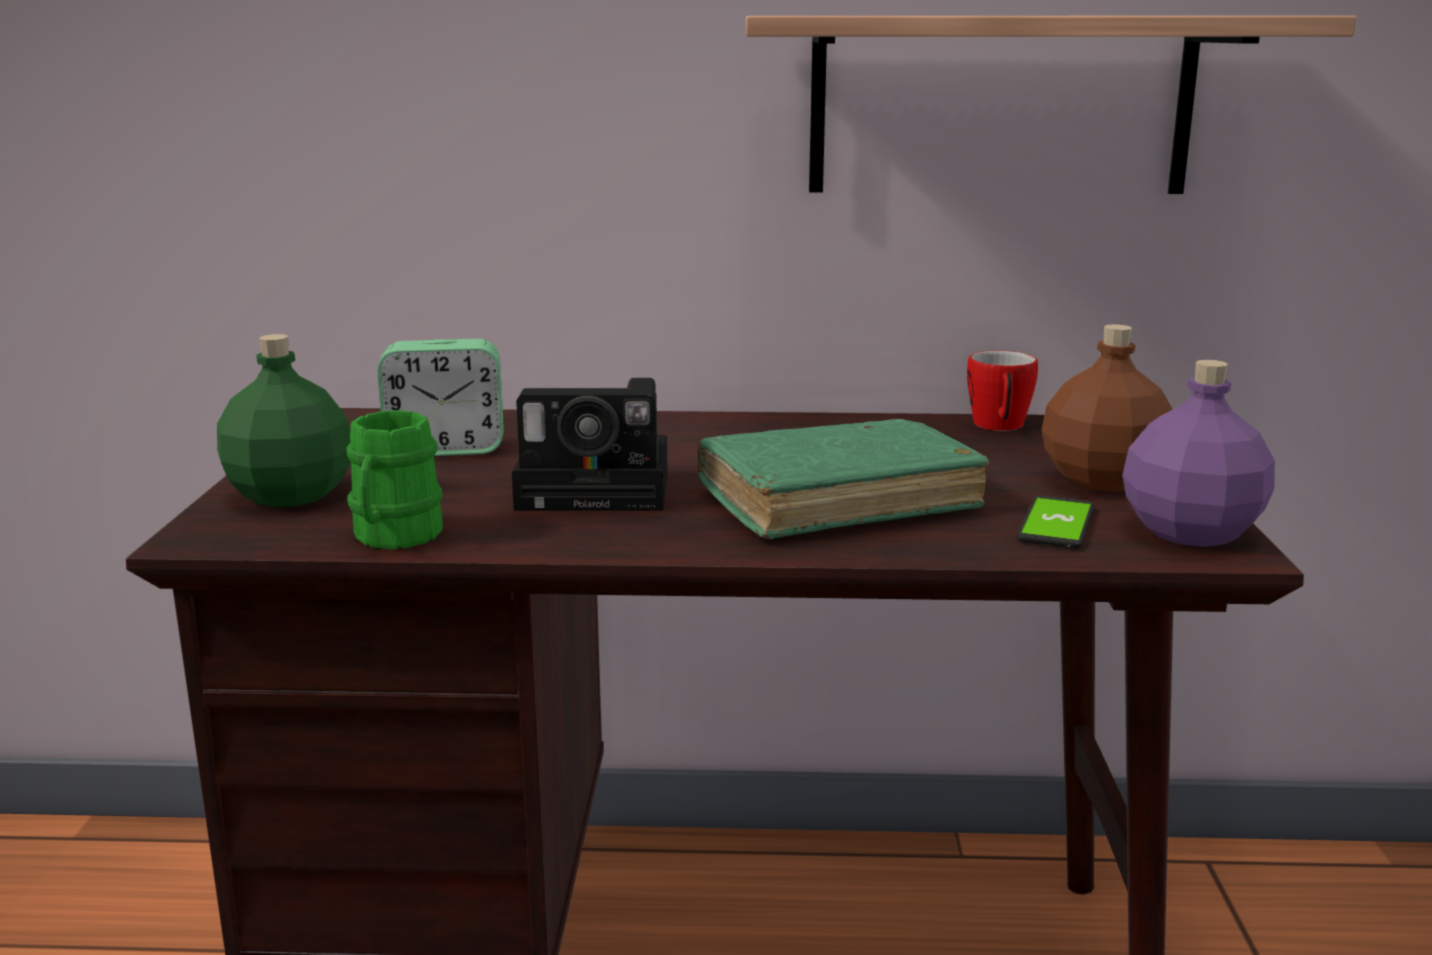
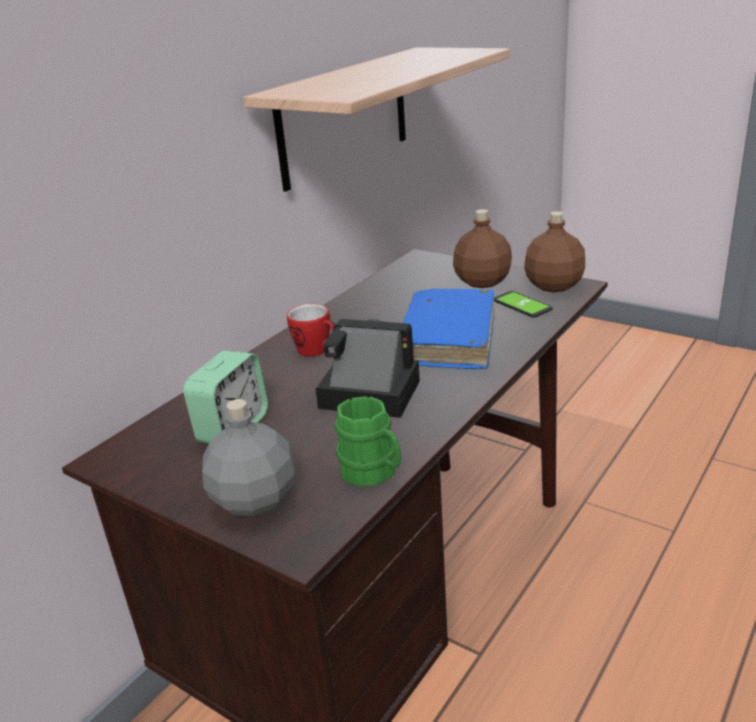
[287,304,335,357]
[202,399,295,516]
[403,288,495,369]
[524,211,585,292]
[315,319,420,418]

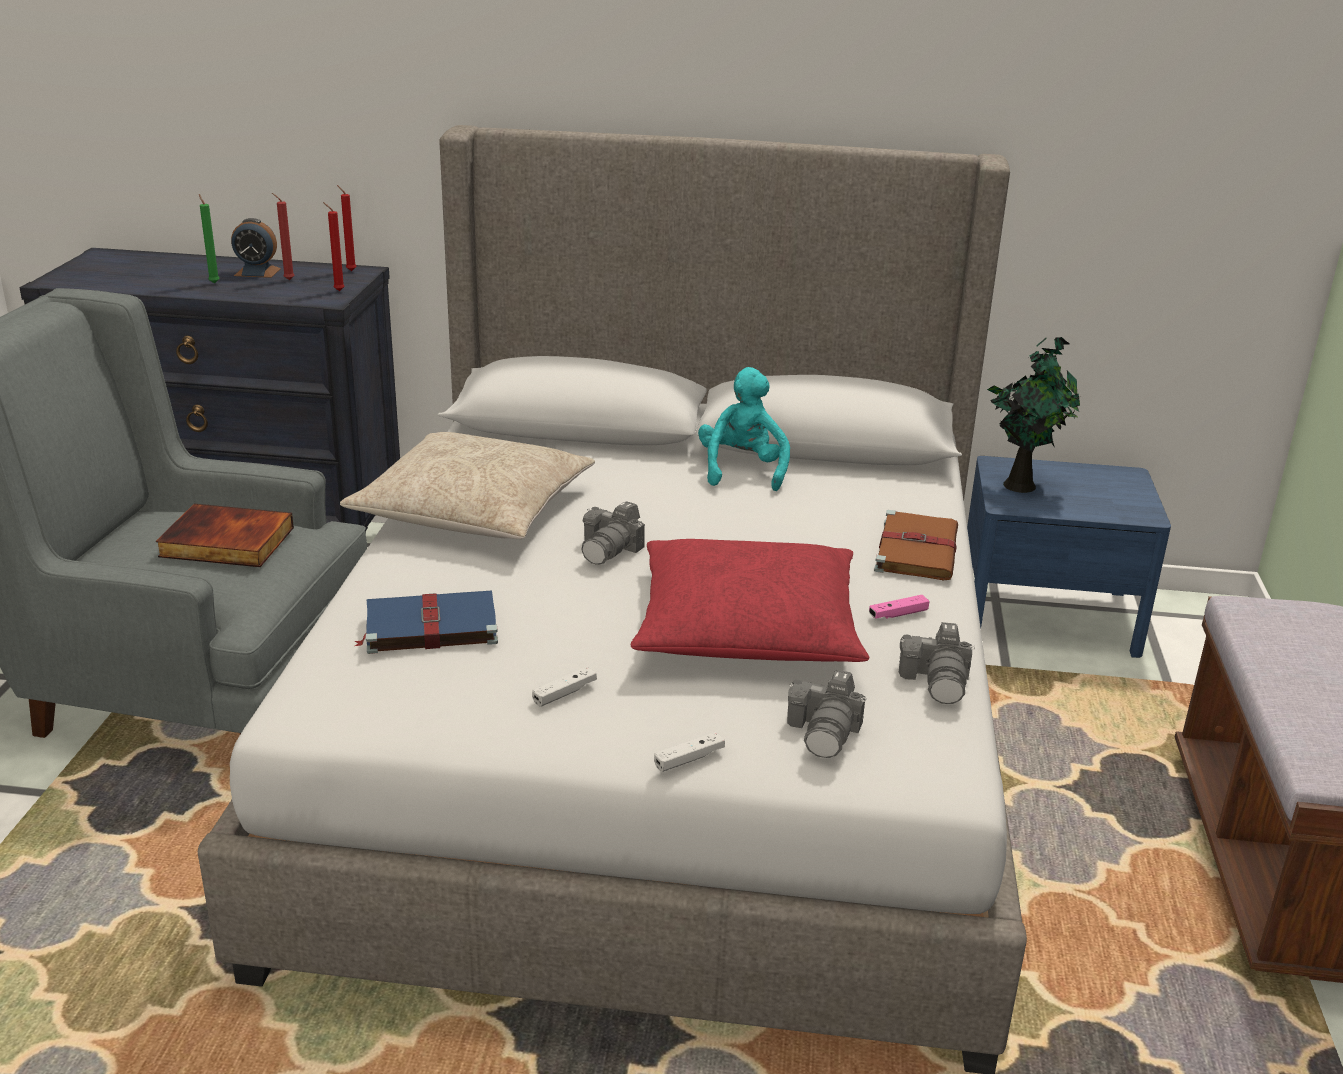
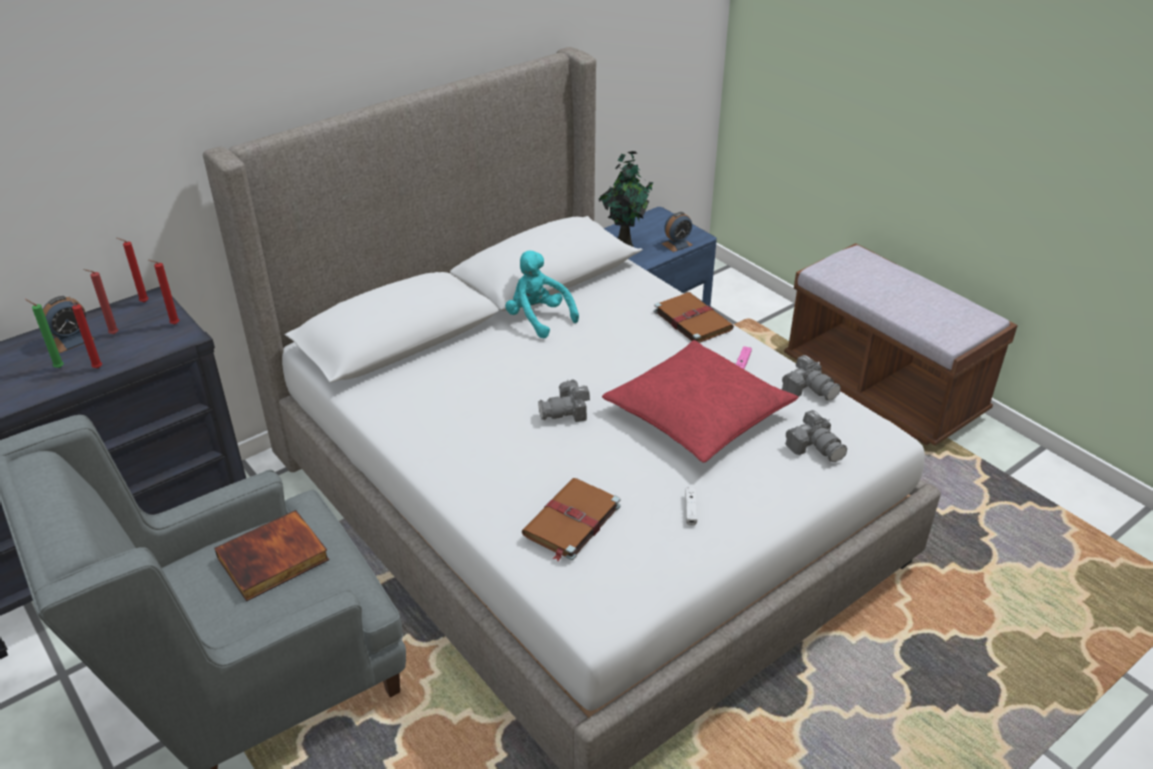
[340,432,595,539] (first image)
[654,732,725,772] (first image)
[69,297,102,368]
[661,212,692,252]
[522,478,621,561]
[538,379,590,422]

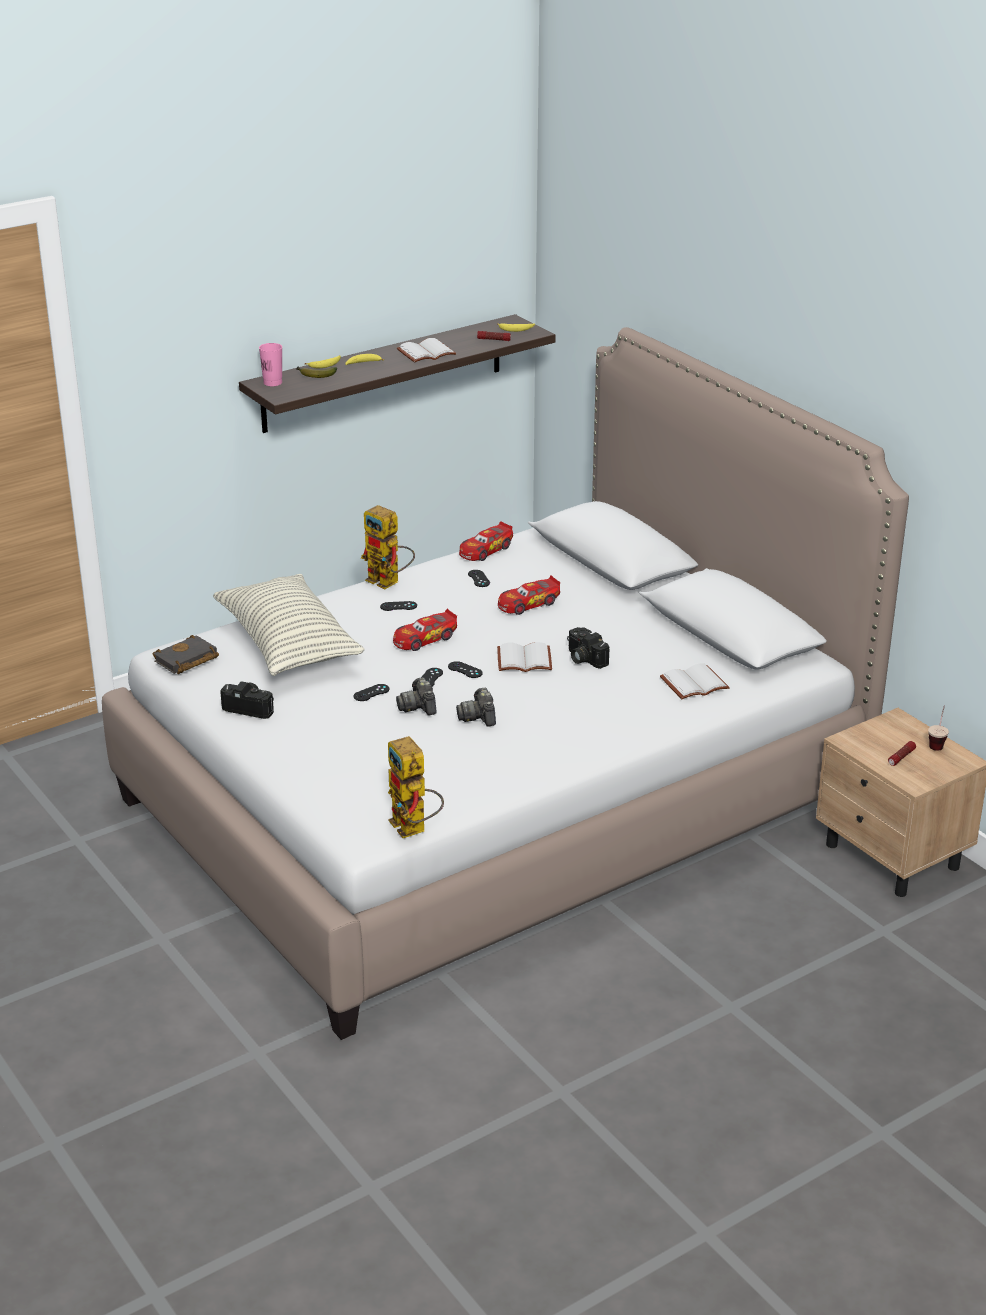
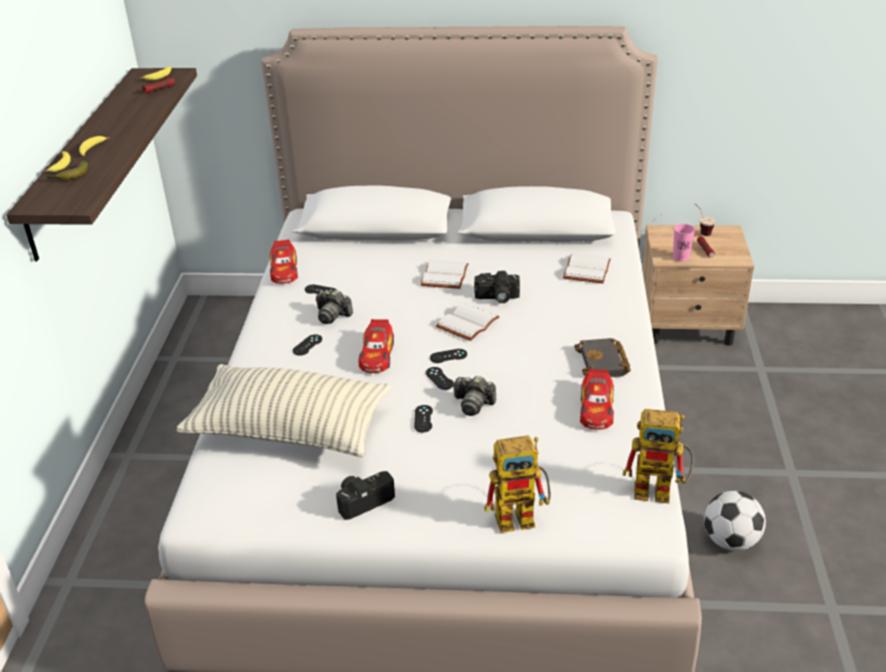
[704,491,766,551]
[574,338,631,377]
[673,224,695,262]
[484,436,551,533]
[420,260,469,289]
[316,290,353,324]
[580,369,614,430]

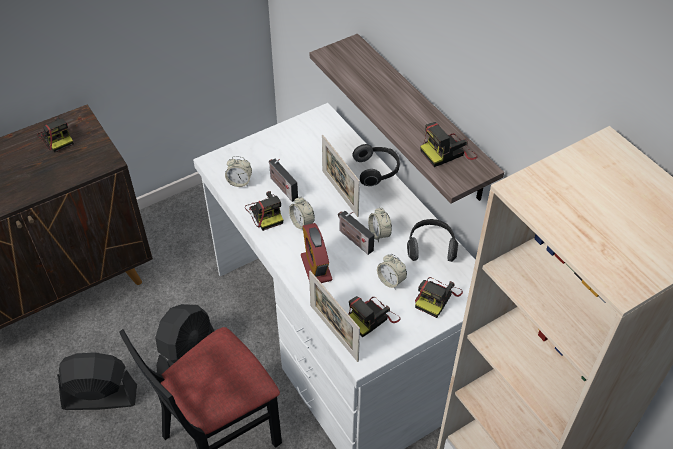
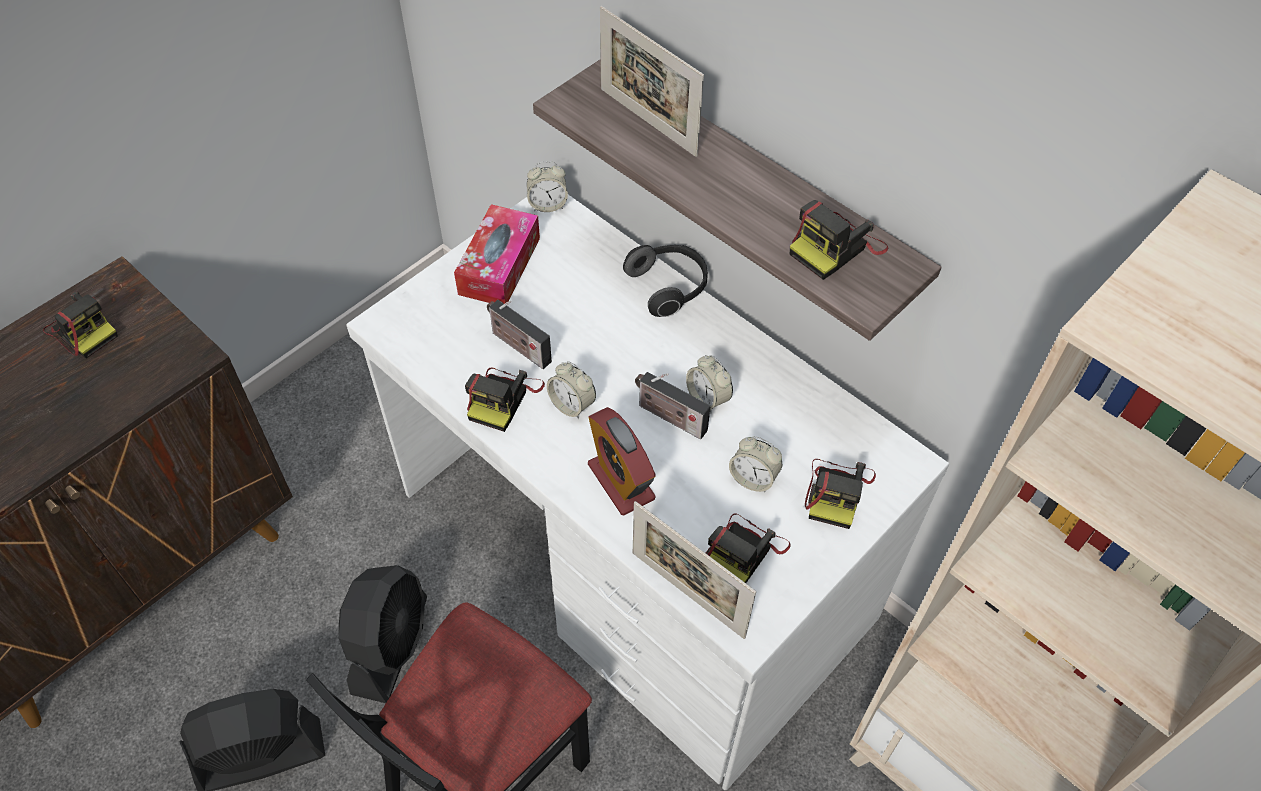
[407,219,458,262] (first image)
[454,204,540,304]
[527,161,568,212]
[600,6,704,157]
[465,368,545,432]

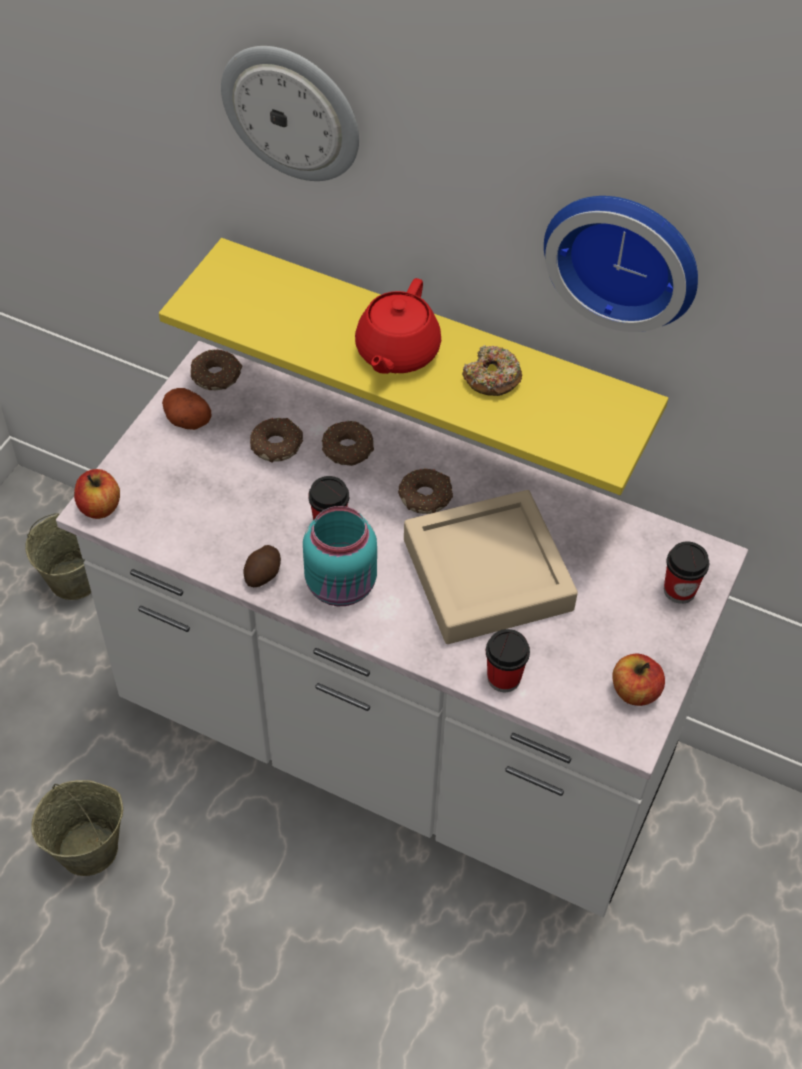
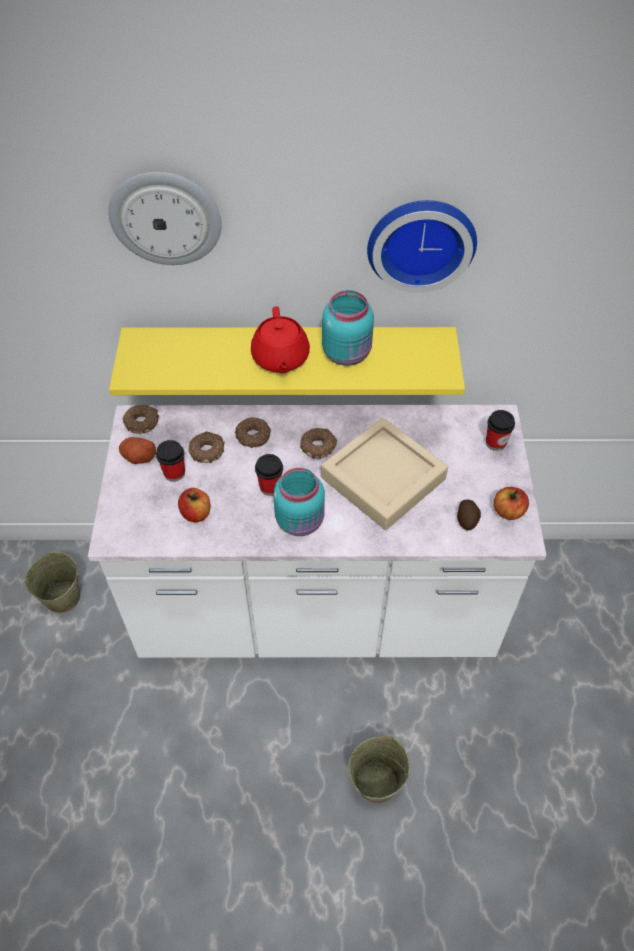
[349,736,410,803]
[178,488,211,522]
[457,499,481,531]
[156,440,185,482]
[322,290,374,366]

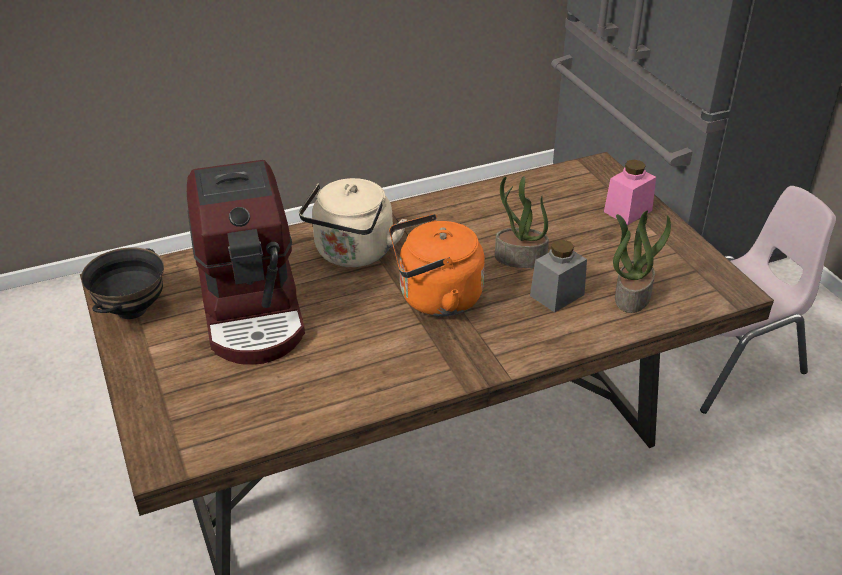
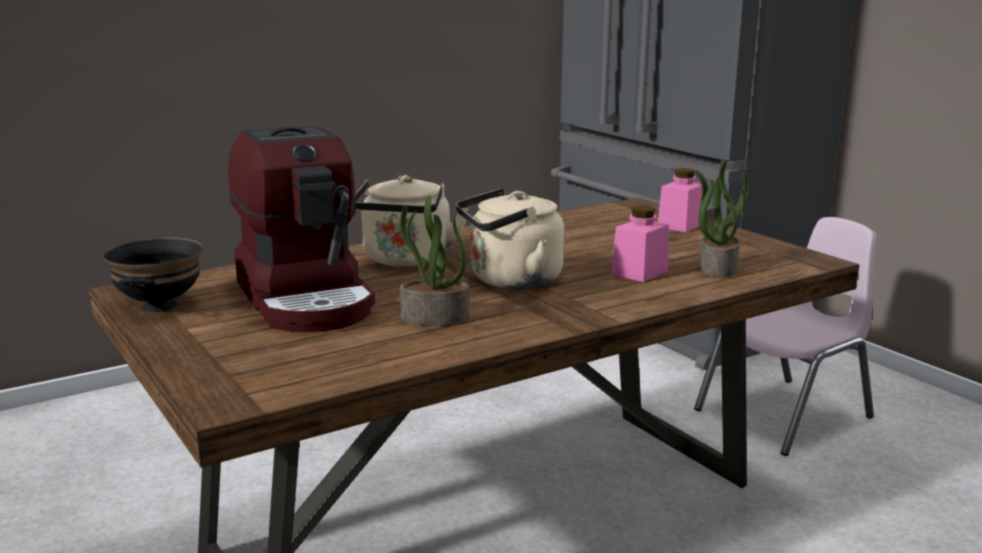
[400,195,470,326]
[456,188,564,289]
[611,205,669,282]

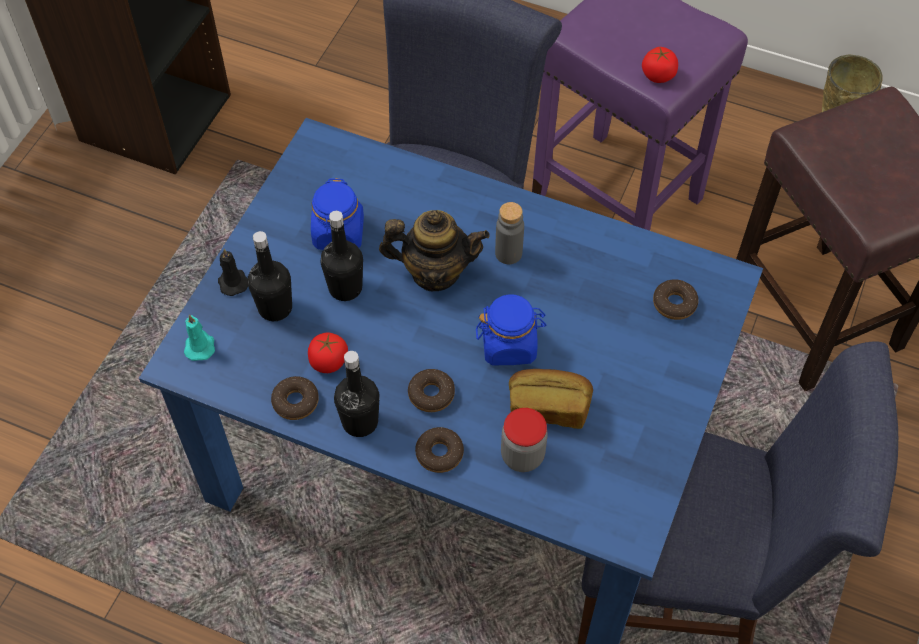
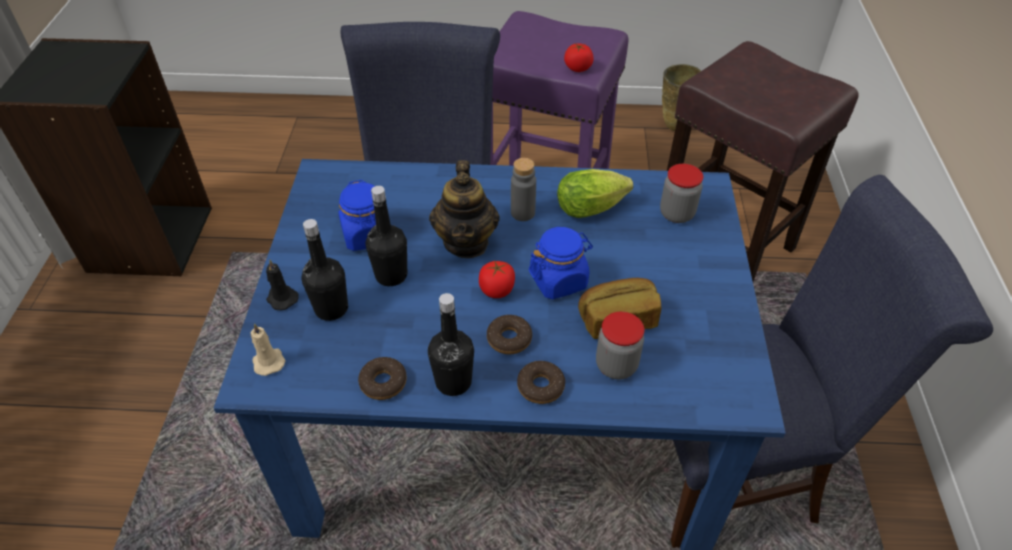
[557,169,633,218]
[479,260,515,298]
[660,164,703,223]
[251,323,286,376]
[429,160,500,258]

